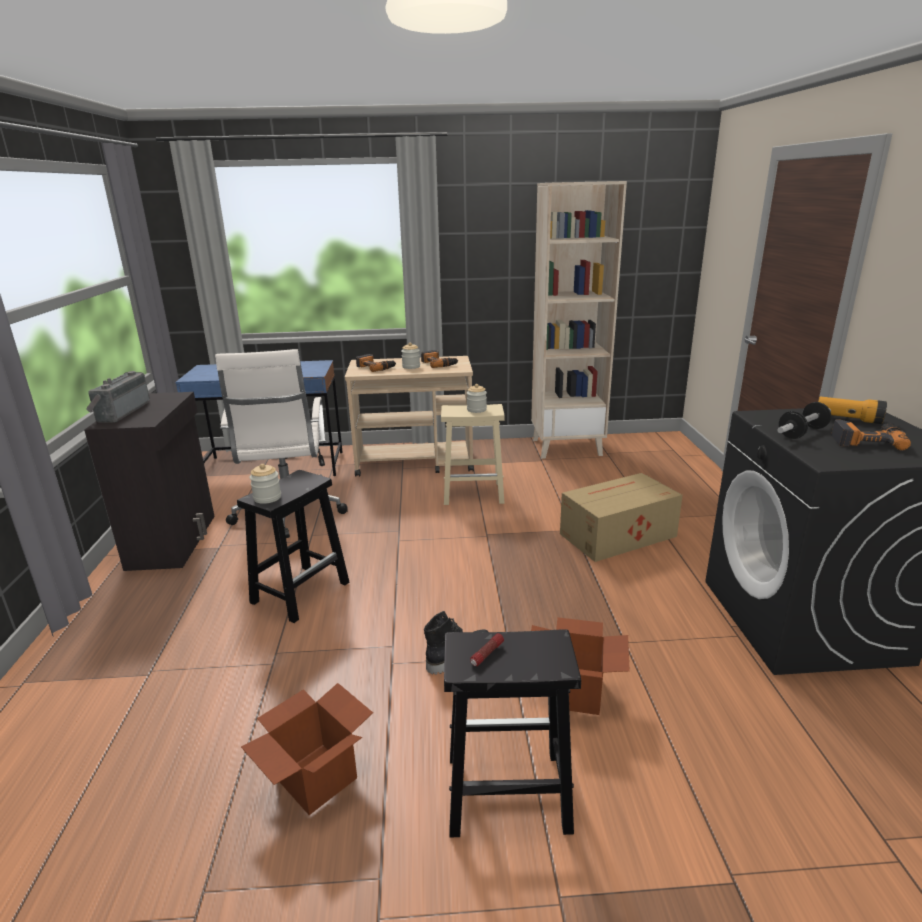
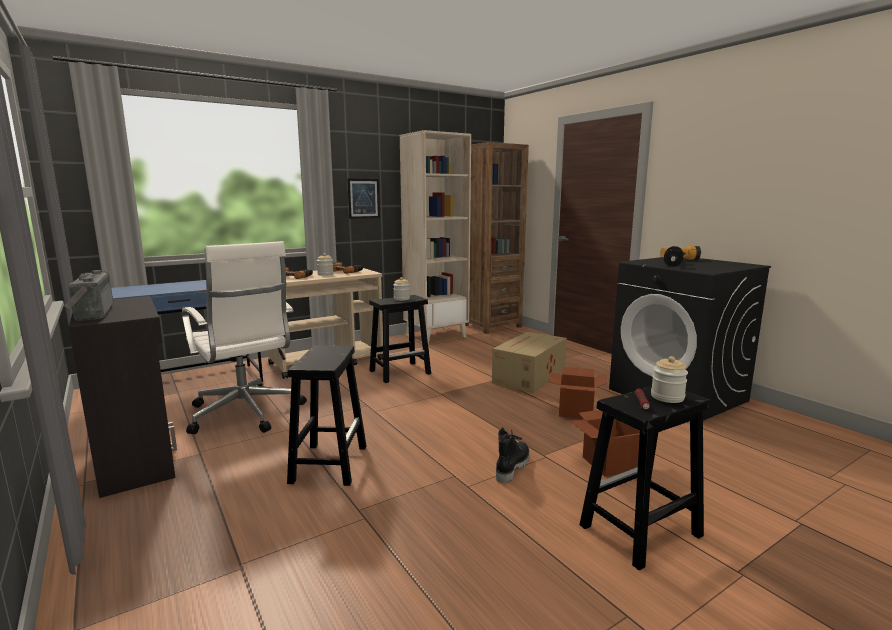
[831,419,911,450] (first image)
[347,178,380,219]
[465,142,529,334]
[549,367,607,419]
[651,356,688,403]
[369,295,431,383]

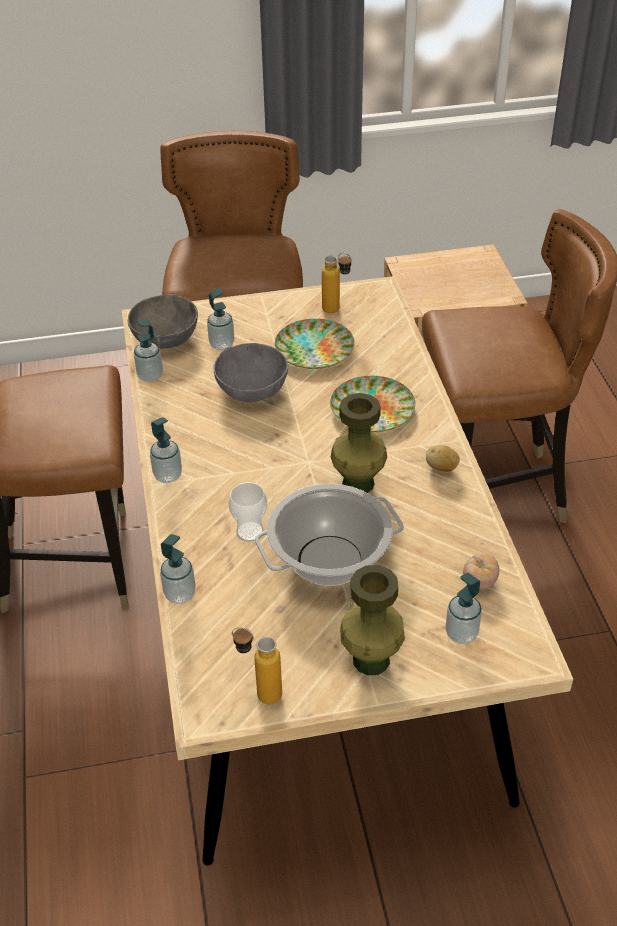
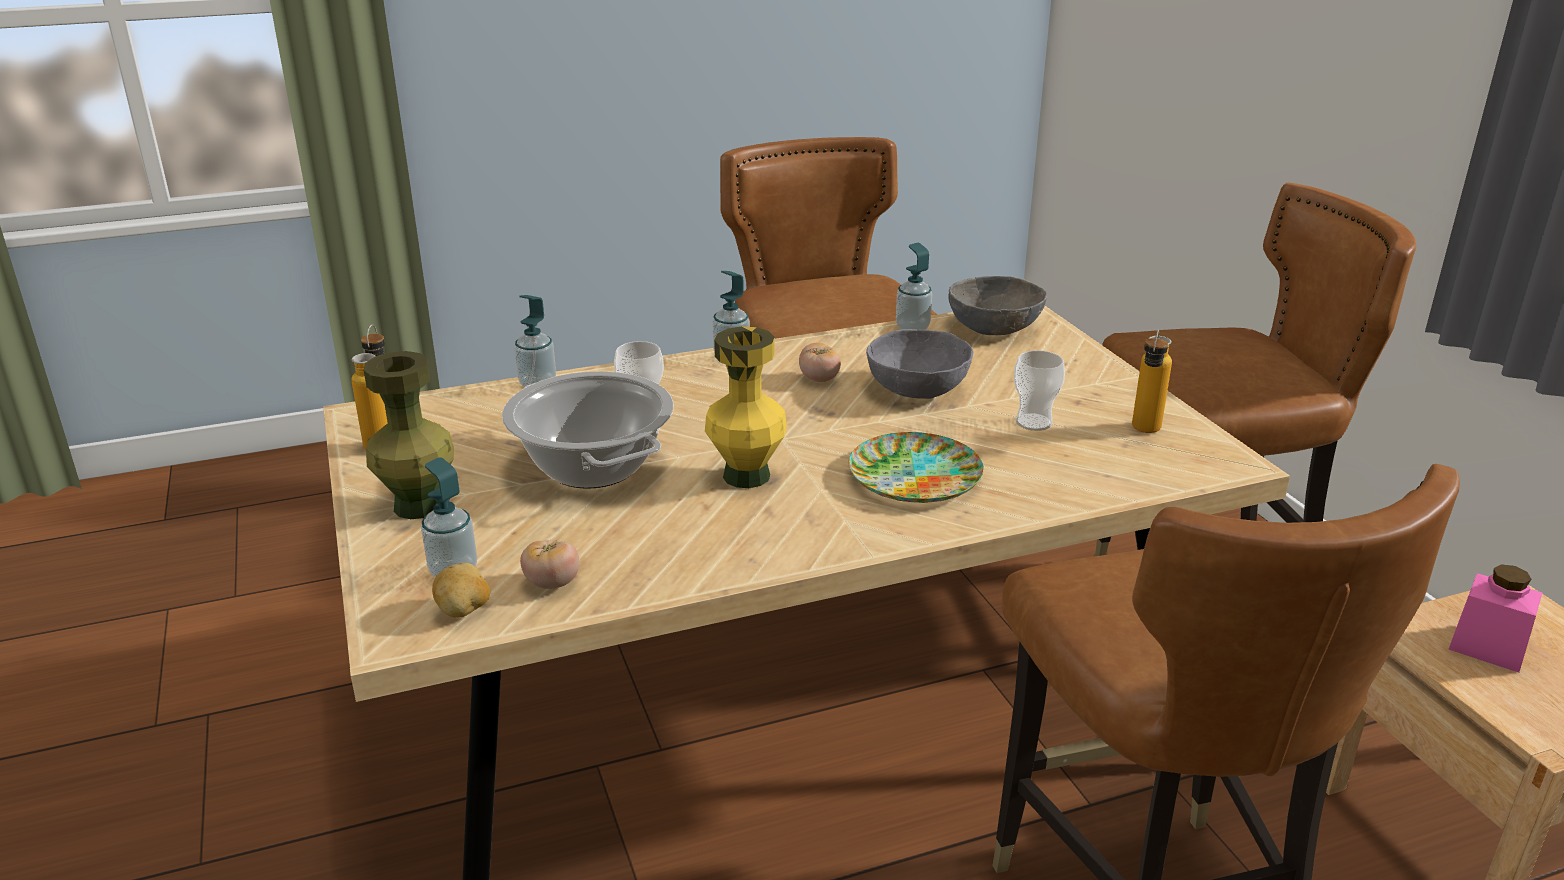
[207,288,235,350] (first image)
[799,343,841,382]
[1448,564,1542,672]
[432,563,490,618]
[1014,350,1065,431]
[705,326,787,488]

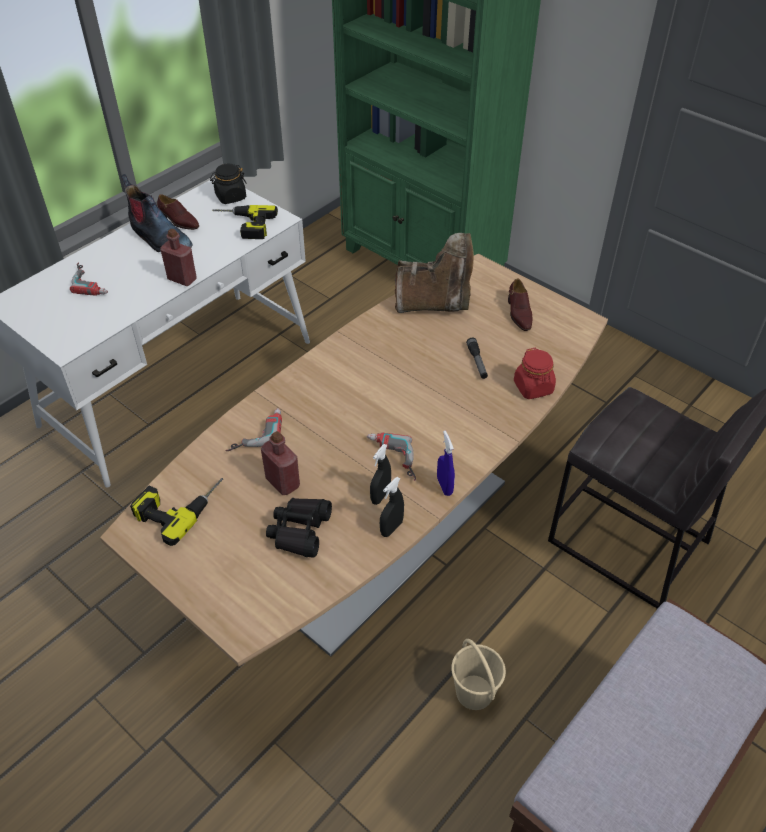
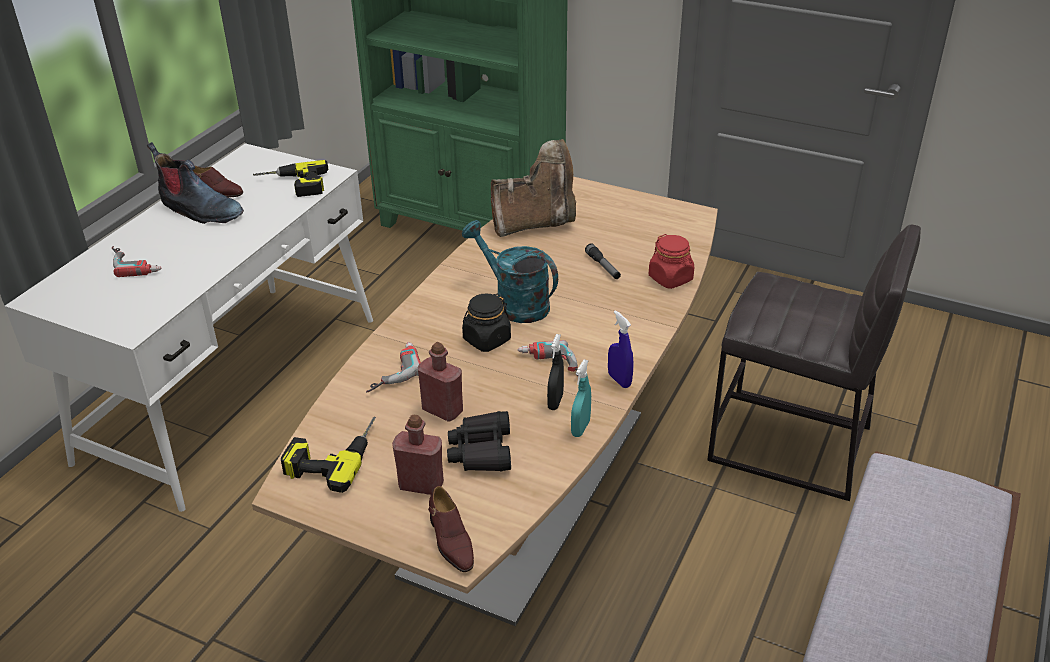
[451,639,506,710] (first image)
[462,220,558,323]
[392,415,444,495]
[462,293,511,352]
[428,486,474,572]
[571,359,591,437]

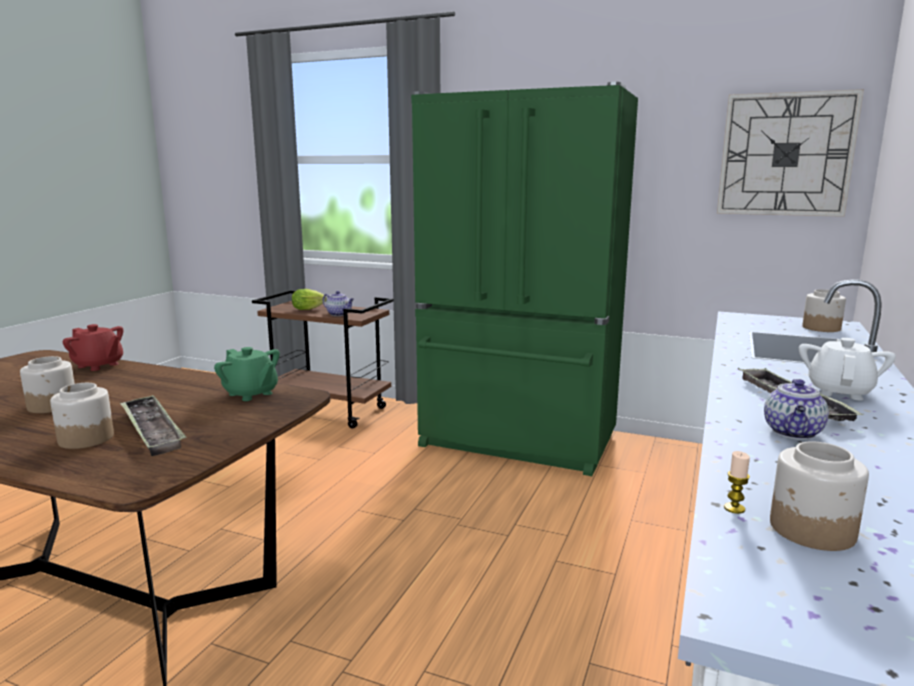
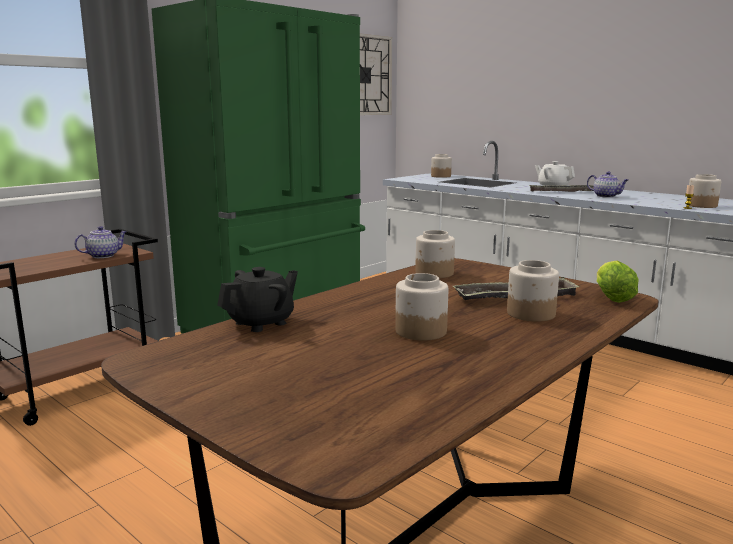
[597,260,639,303]
[415,230,455,278]
[217,267,298,332]

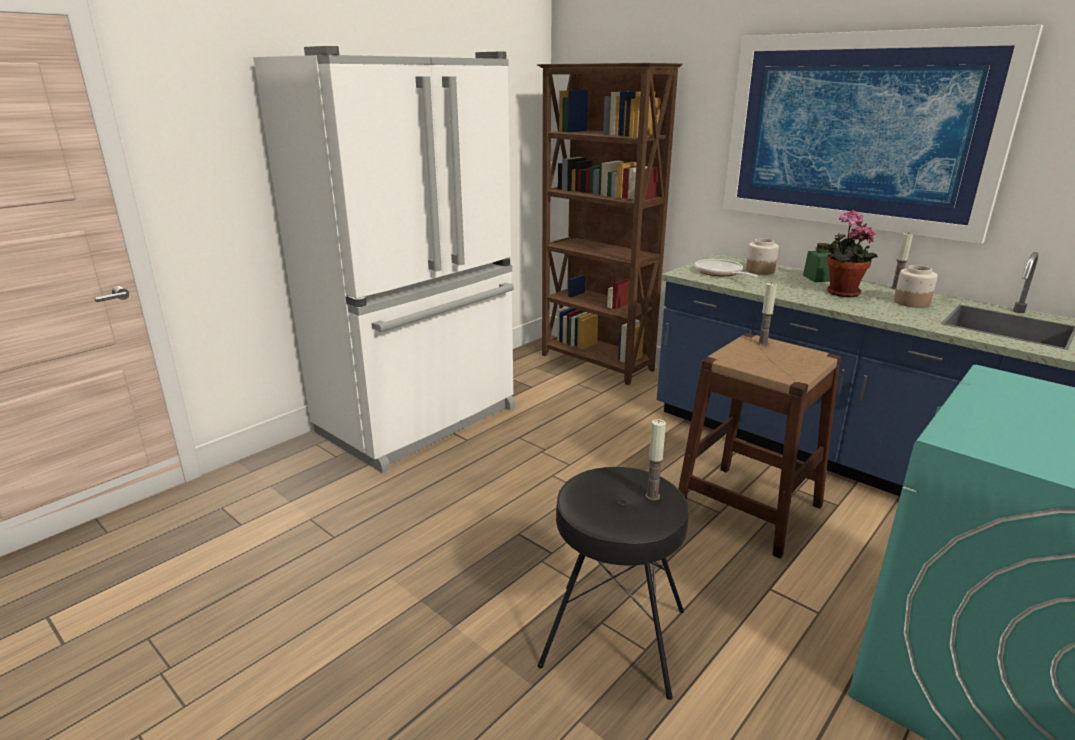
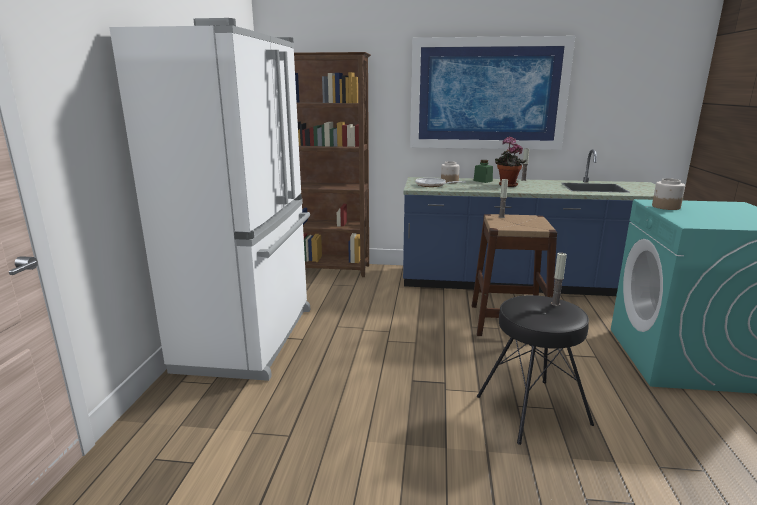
[652,178,685,210]

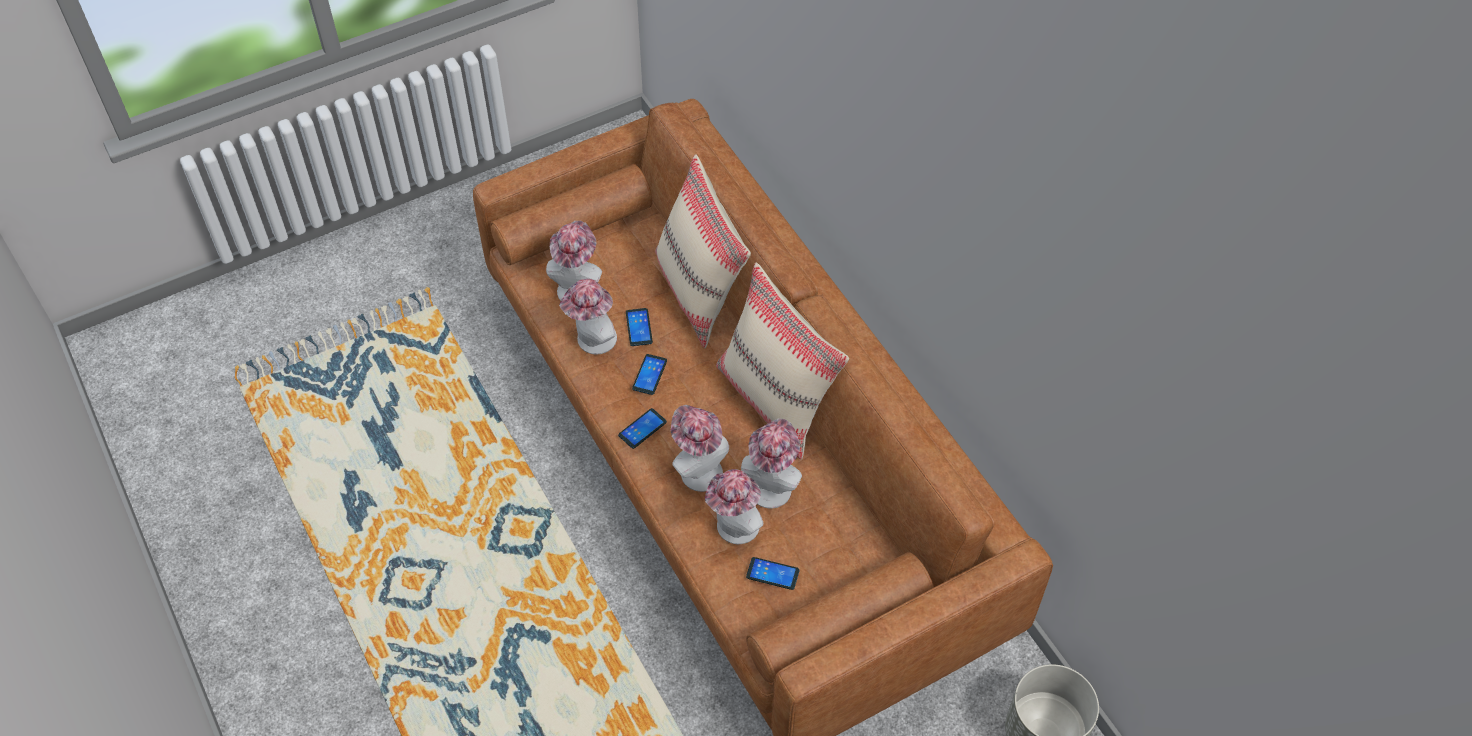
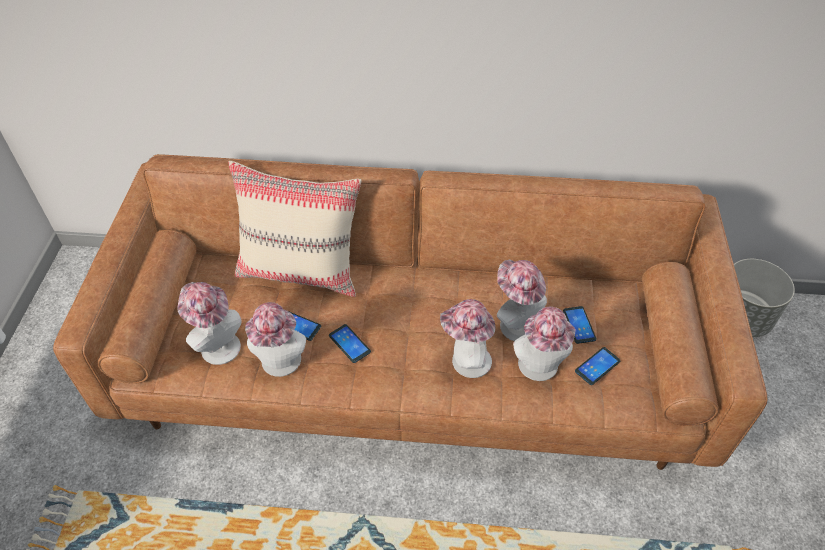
[716,263,849,460] (first image)
[563,306,597,344]

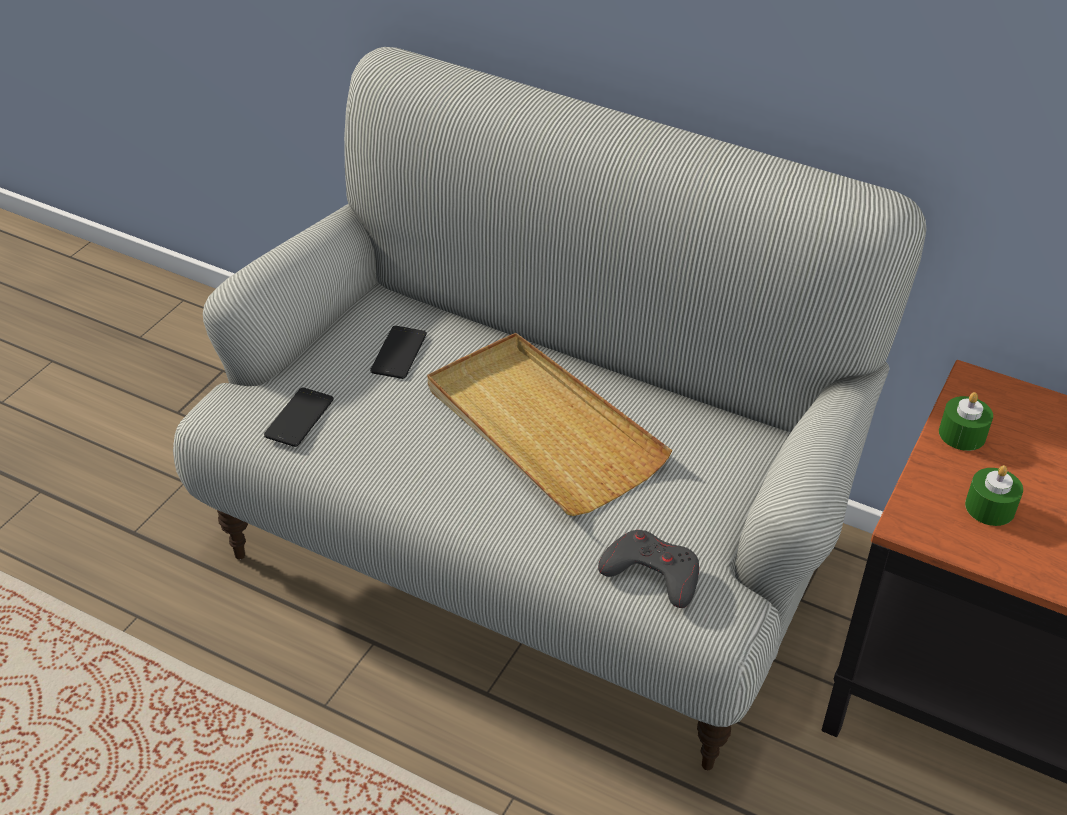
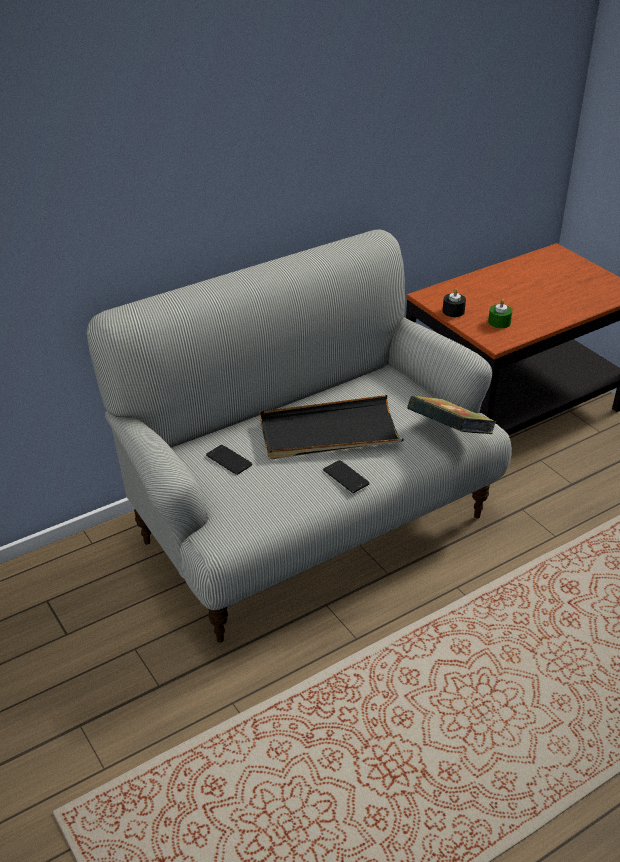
[323,460,370,493]
[407,395,497,434]
[260,395,404,459]
[443,288,466,317]

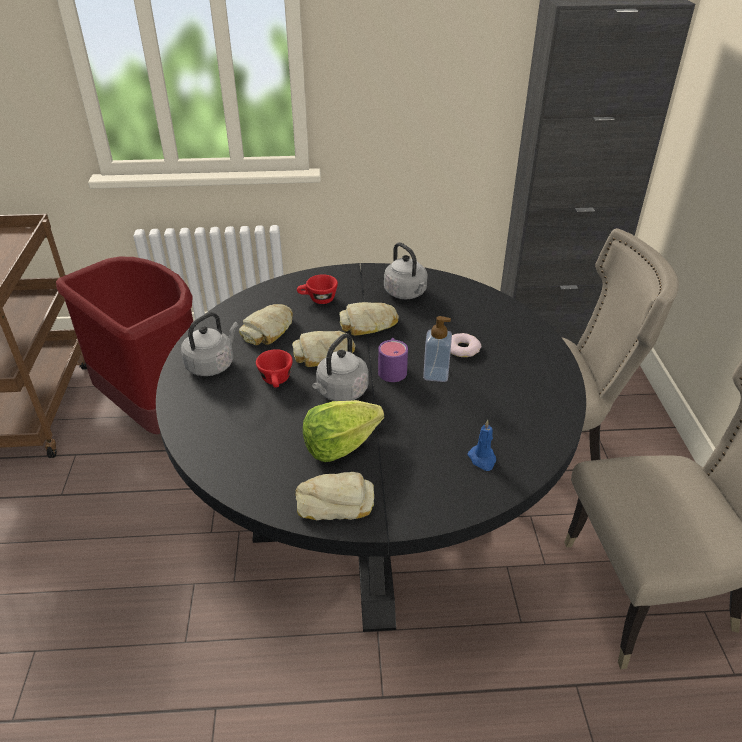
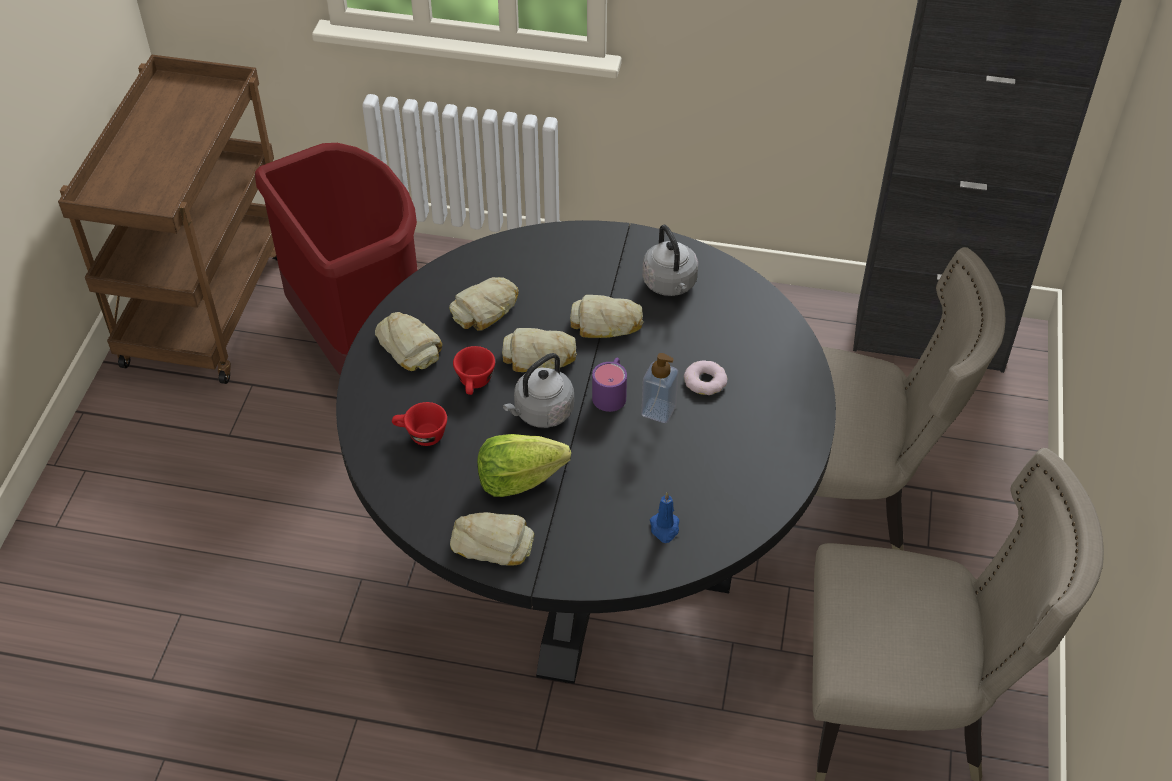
[392,402,447,446]
[375,312,442,371]

